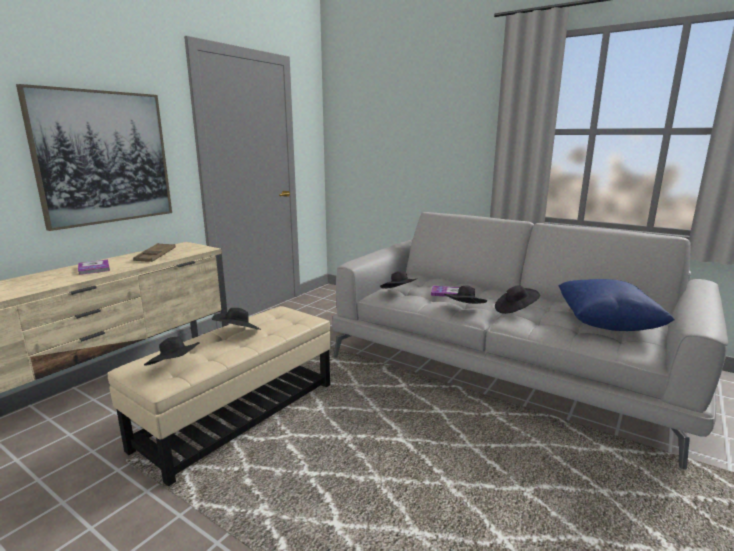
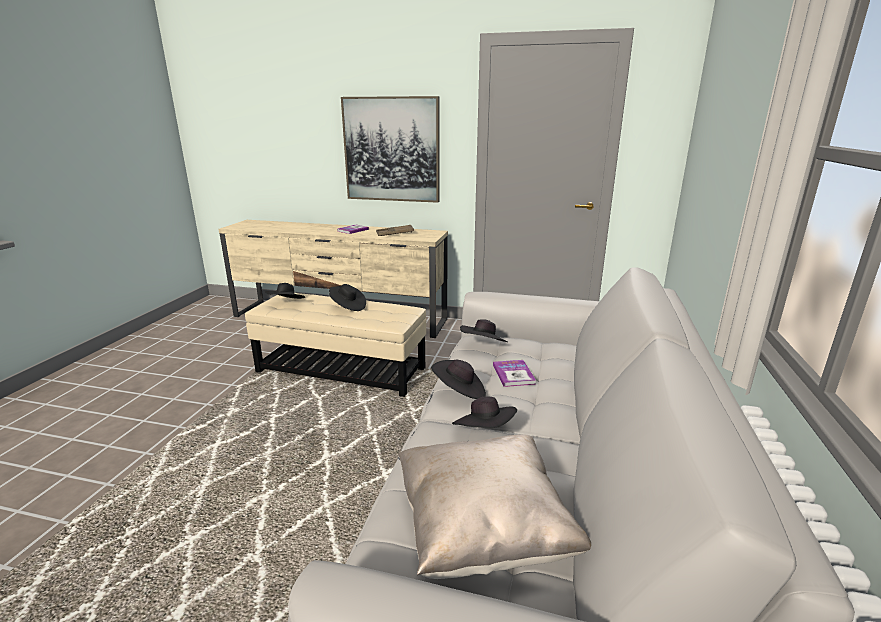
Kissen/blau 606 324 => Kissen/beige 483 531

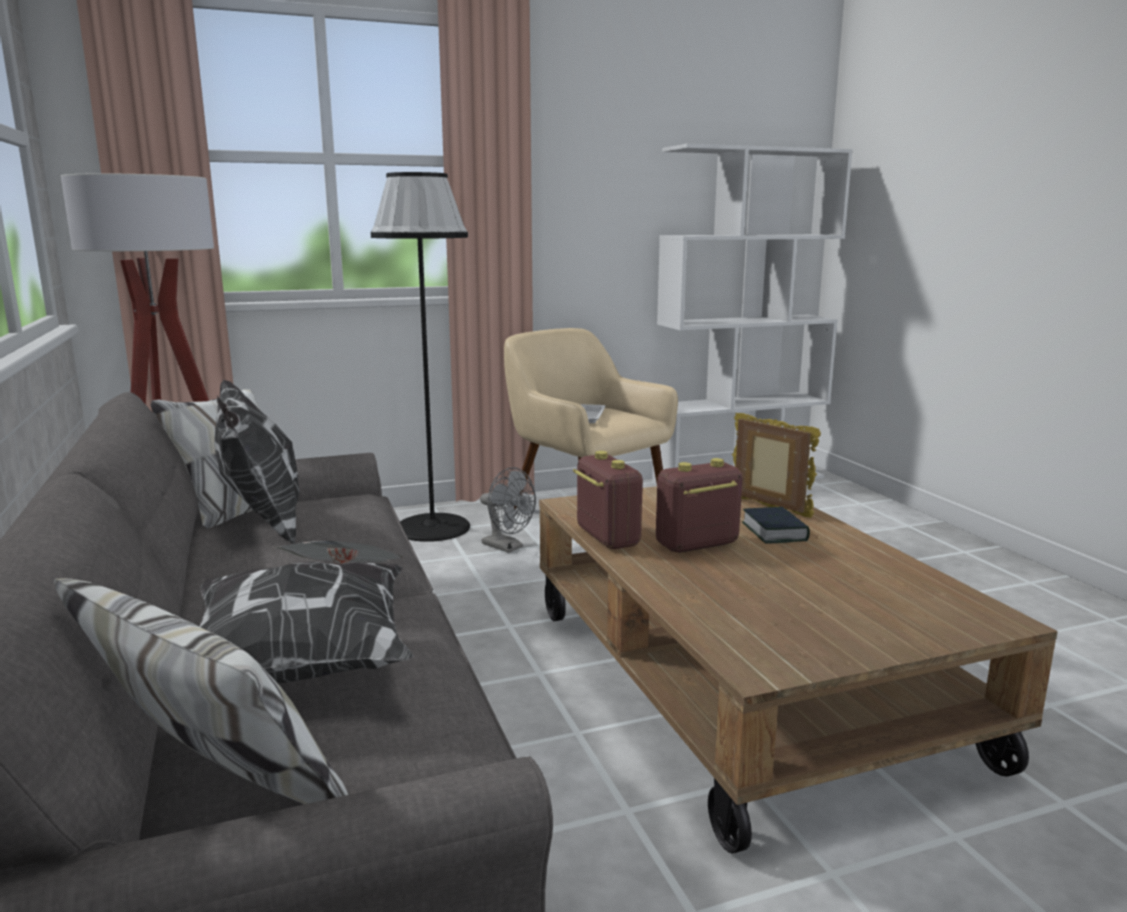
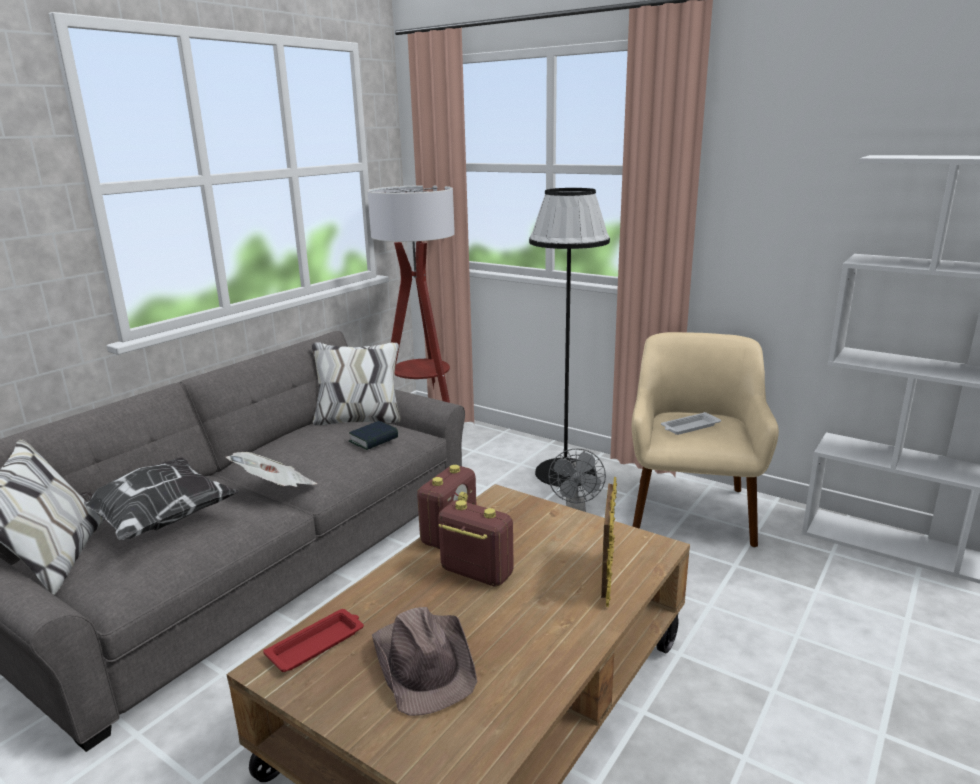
Kissen 263 525 => nothing
Buch 774 532 => Buch 374 440, move
nothing => Tablett/rot 317 644
nothing => Hut/braun 425 662

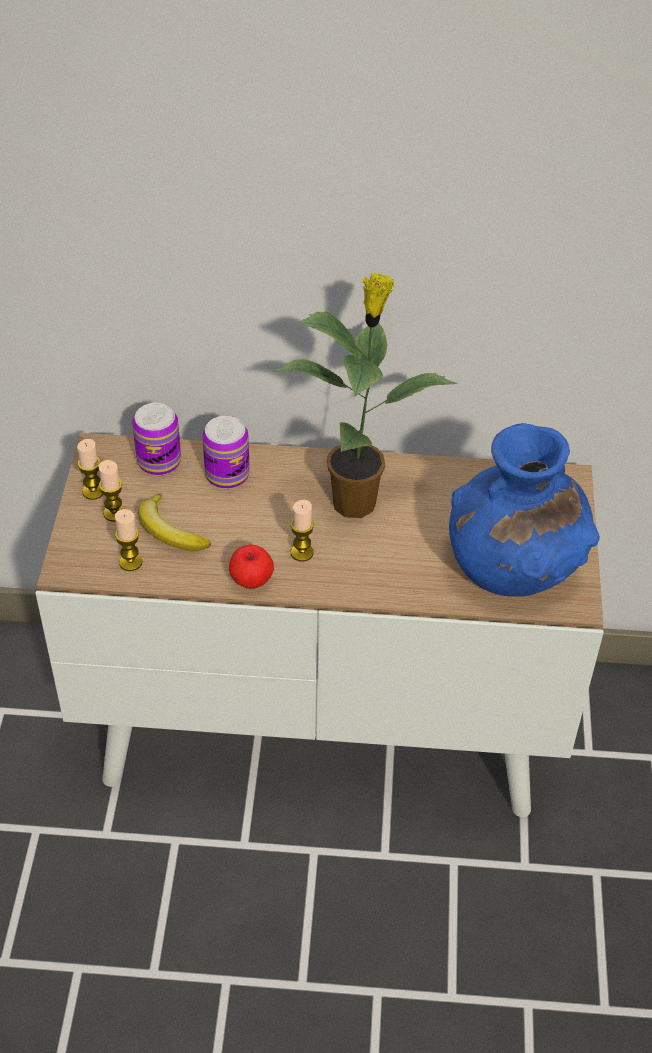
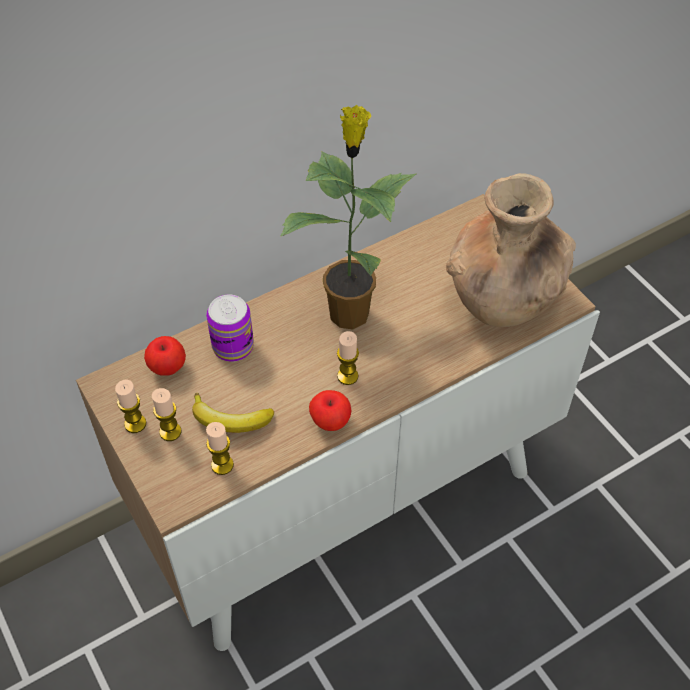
Dose 159 462 => Apfel 167 367
Vase/blau 513 567 => Vase/braun 502 299

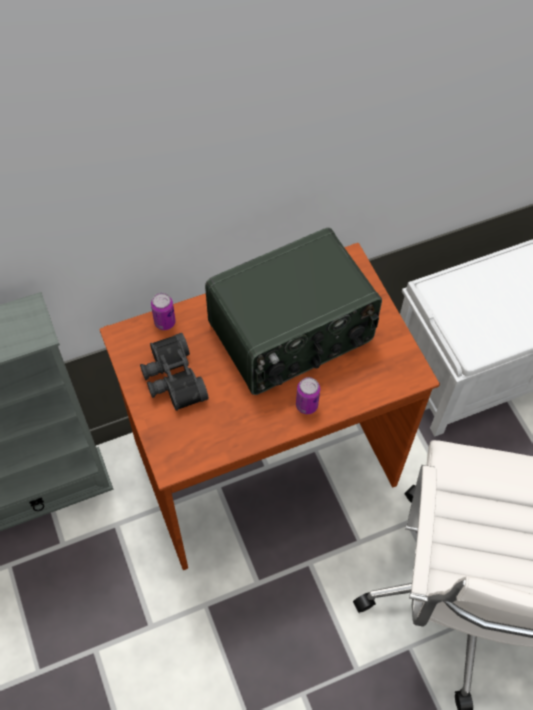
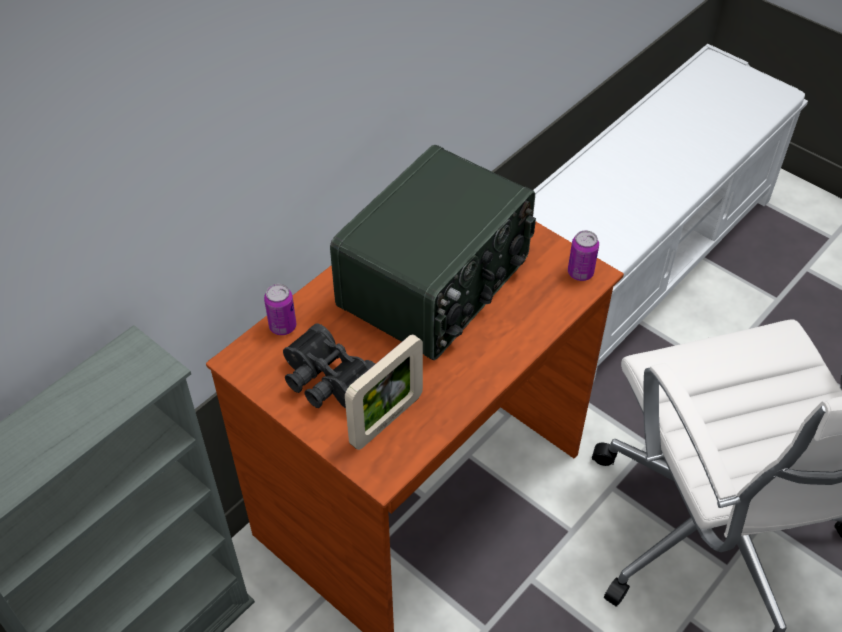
Dose 306 405 => Dose 580 273, move
nothing => Bilderrahmen 386 420

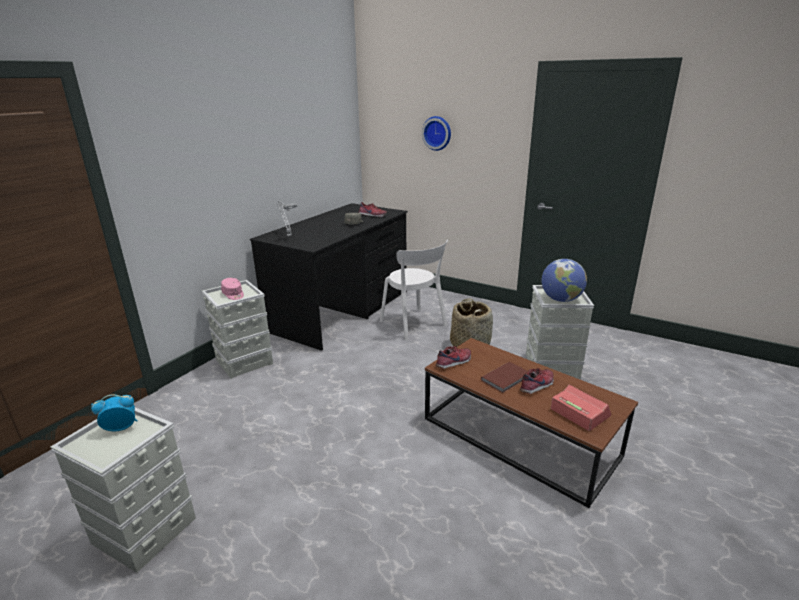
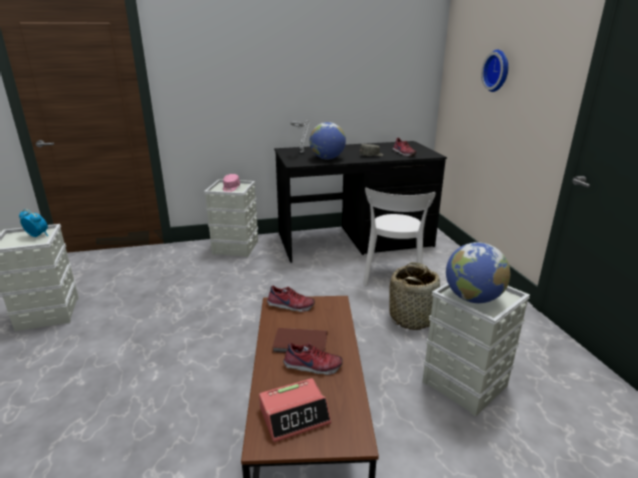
Wecker 579 412 => Wecker 294 415, 60 degrees clockwise
nothing => Globus 327 158

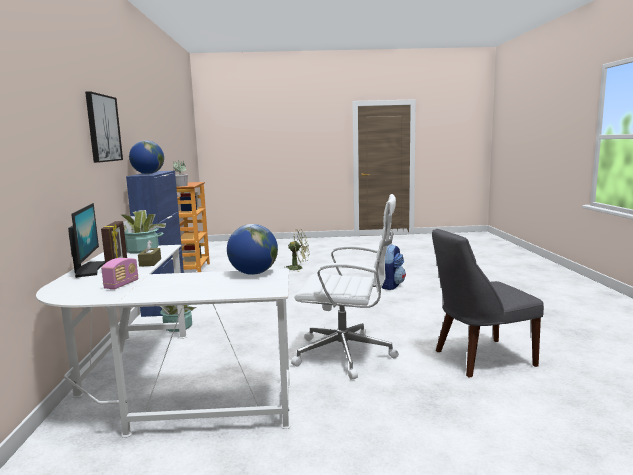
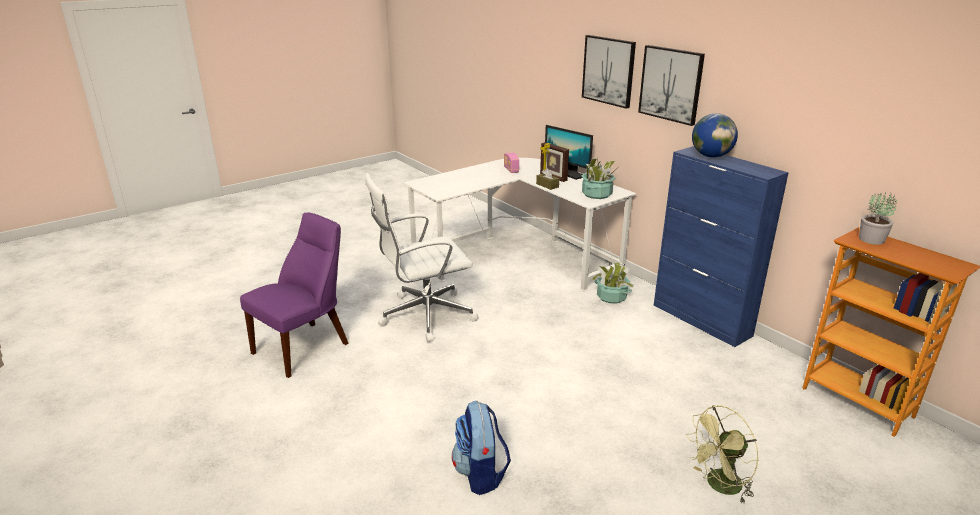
Globus 253 273 => nothing
Stuhl/grau 479 358 => Stuhl/lila 305 347
nothing => Bild 608 70

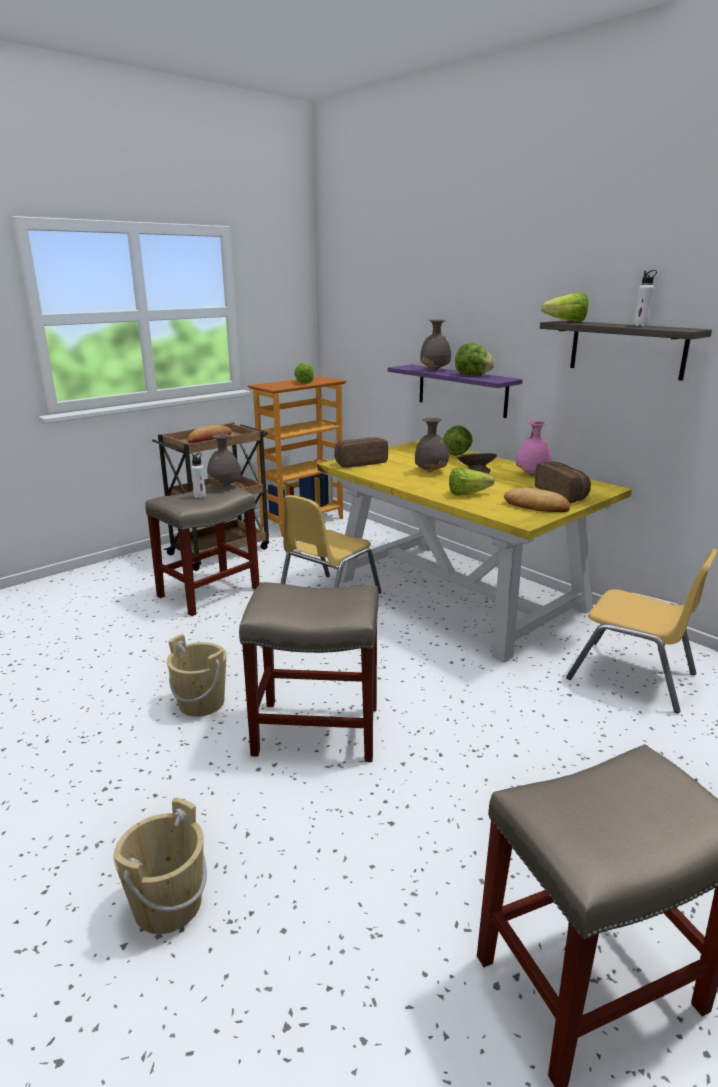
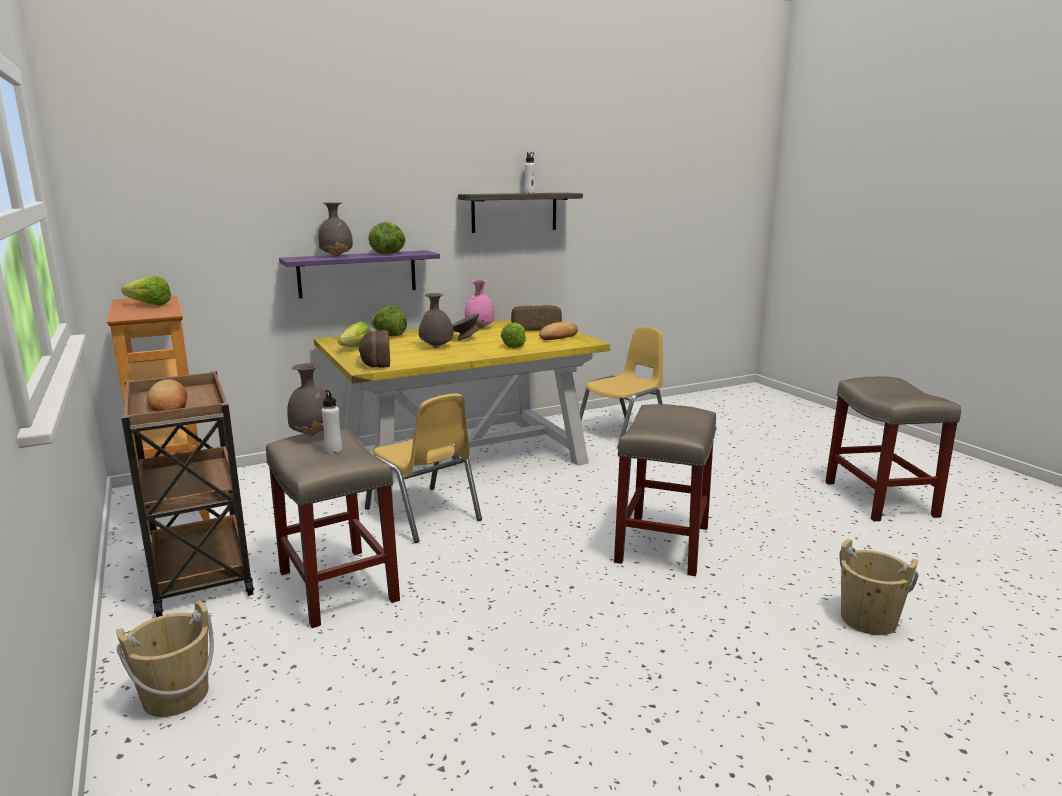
Eimer/beige 201 703 => Eimer/beige 176 696, move
Salatkopf 562 322 => Salatkopf 352 349, move

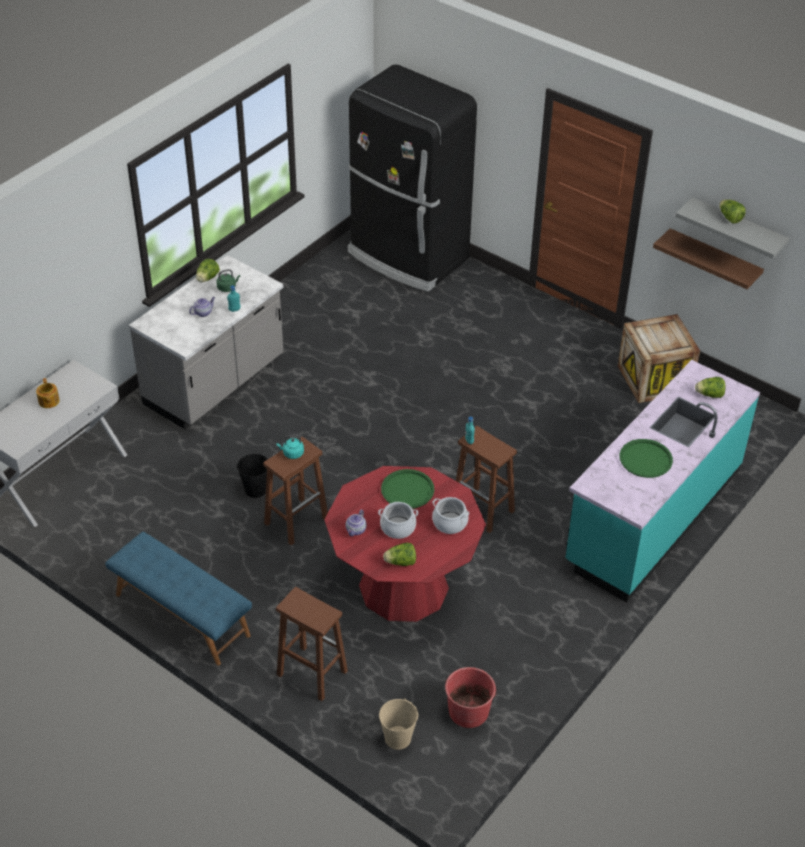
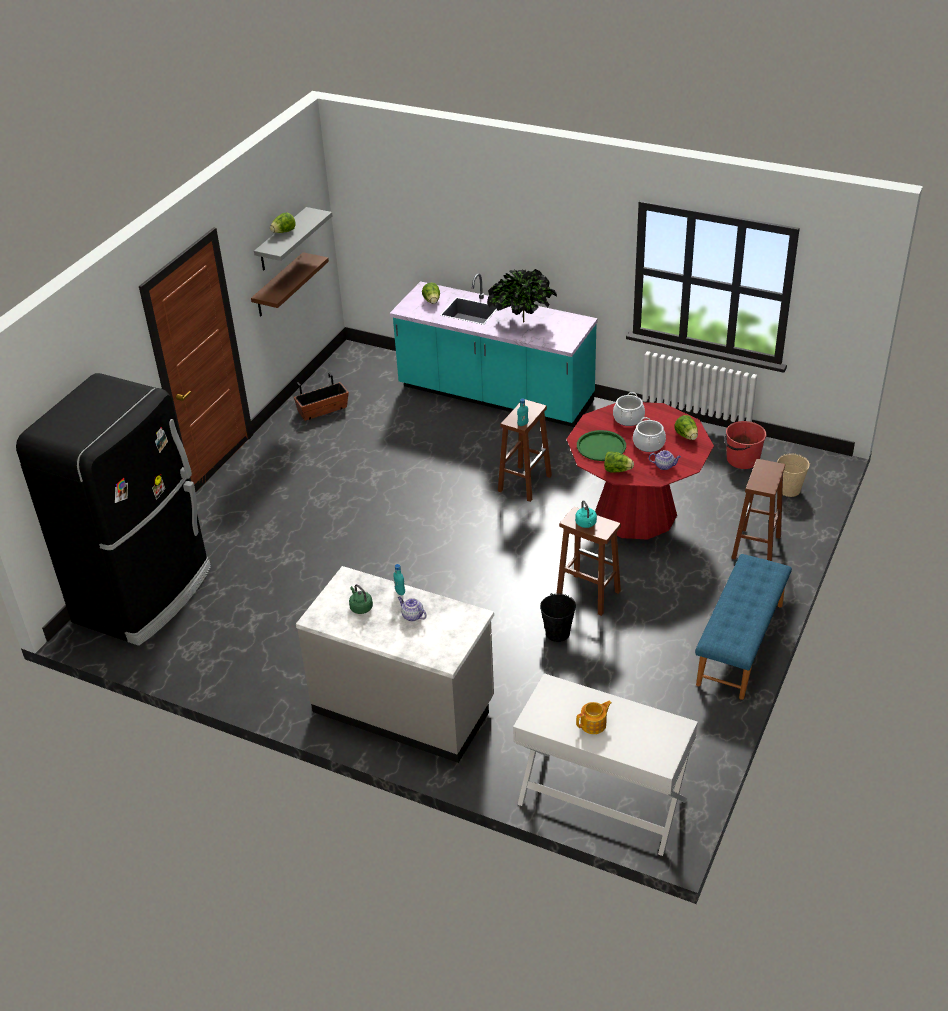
Salatkopf 207 278 => Salatkopf 617 470, move
Kiste 654 379 => Pflanzkübel 323 410
Tablett/grün 645 459 => Topfpflanze 522 322

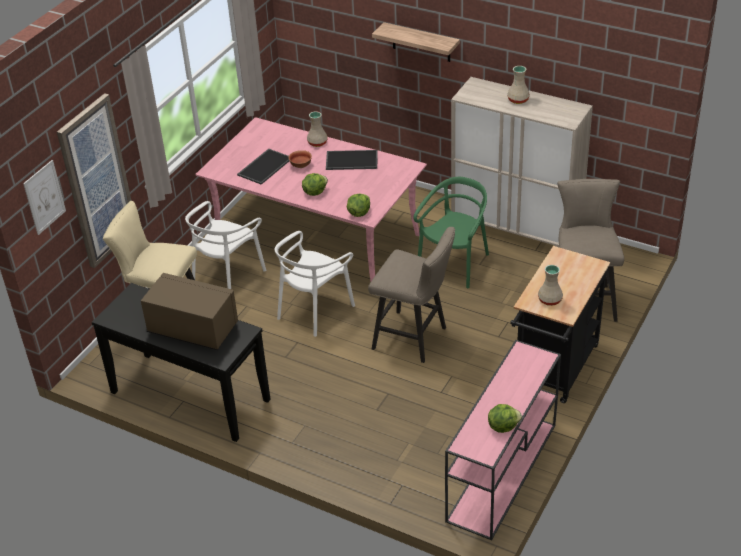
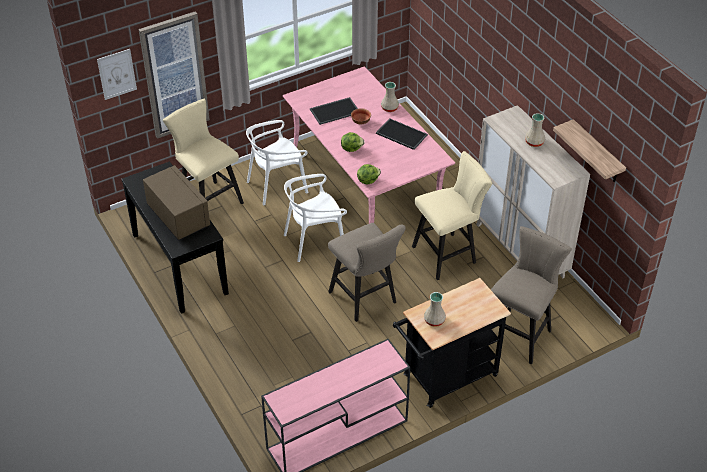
Wandregal 421 42 => Wandregal 597 153, move
Stuhl/grün 454 264 => Hocker/beige 448 254
Salatkopf 503 426 => nothing

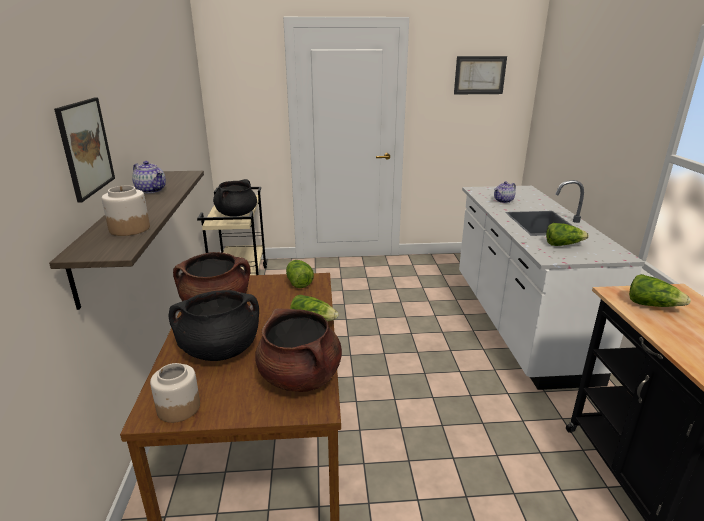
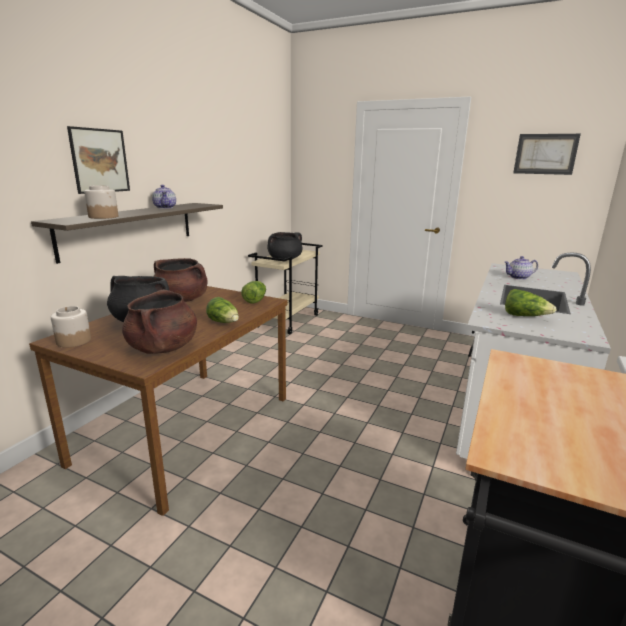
Salatkopf 652 305 => nothing

